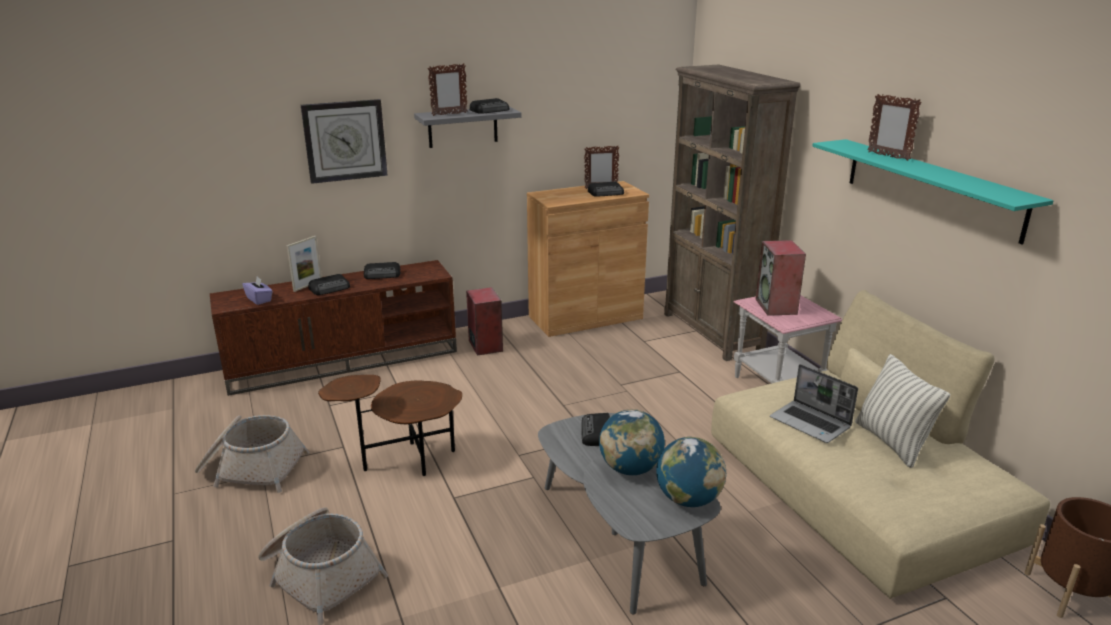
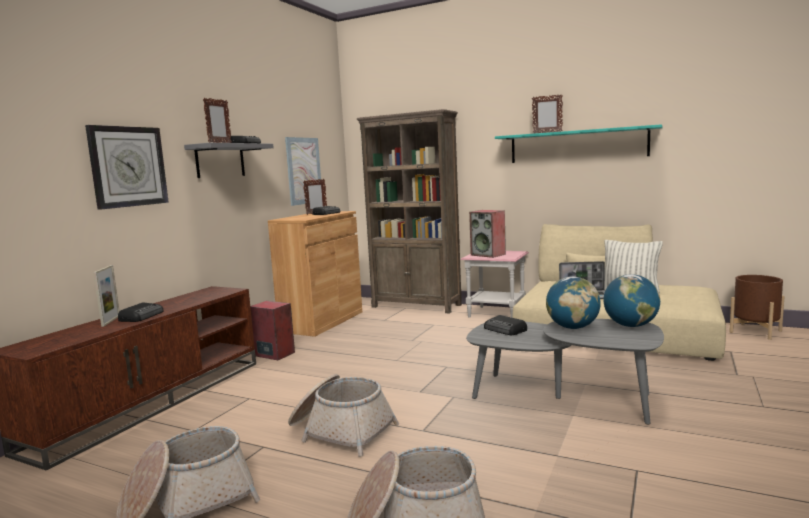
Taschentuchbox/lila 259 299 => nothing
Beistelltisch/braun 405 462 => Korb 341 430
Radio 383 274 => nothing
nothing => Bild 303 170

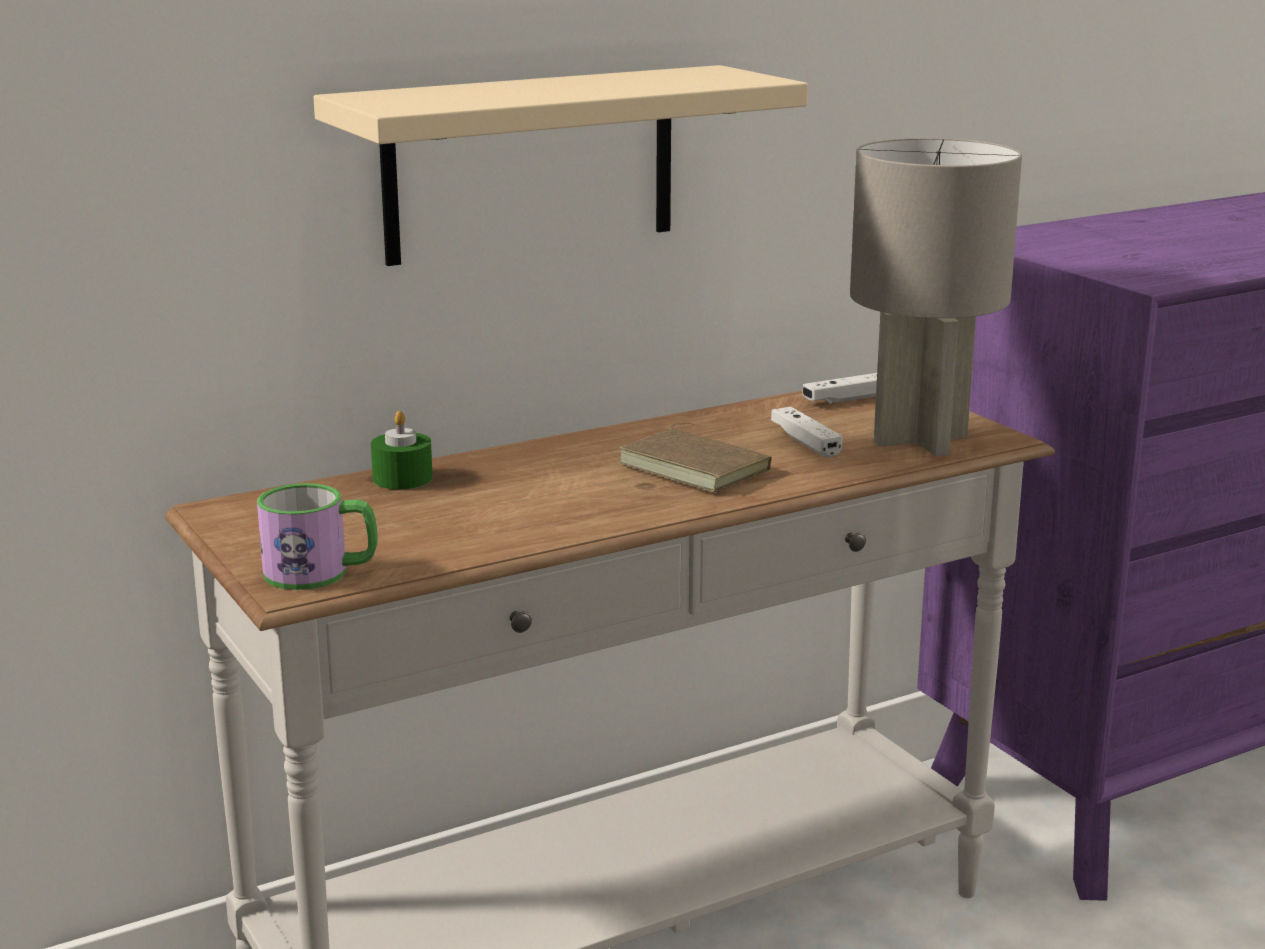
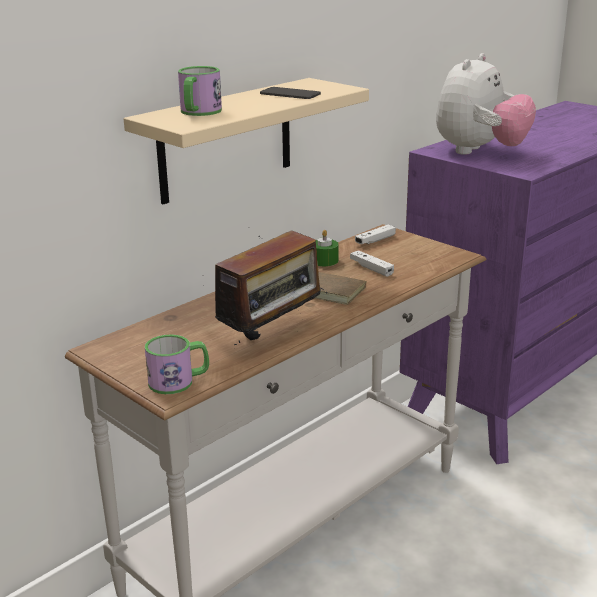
Kerze/grün 402 478 => Kerze/grün 324 260, move
Tischlampe/grau 918 439 => nothing
nothing => Henkelbecher 198 112
nothing => Radio 272 336
nothing => Handy 290 94
nothing => Plüschtier 480 152

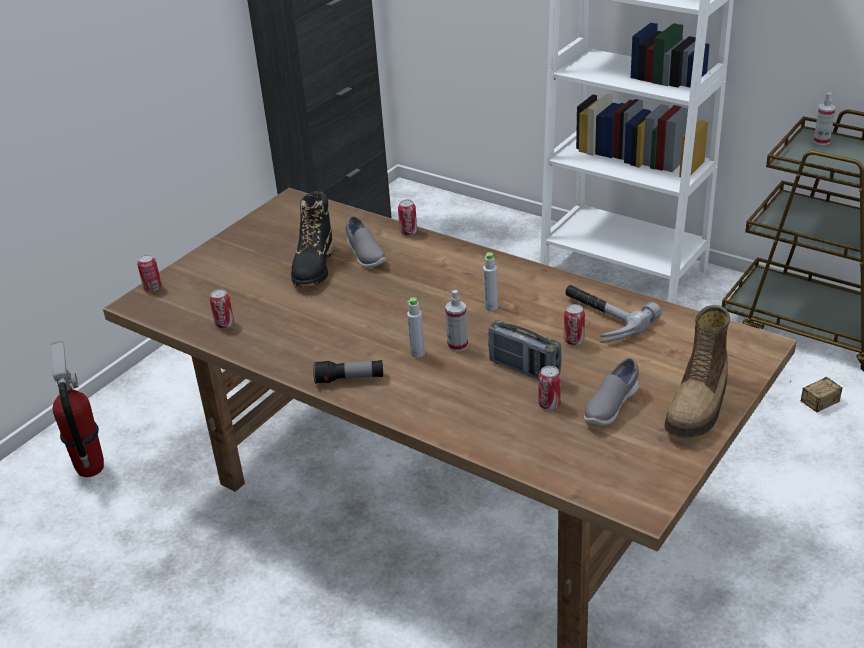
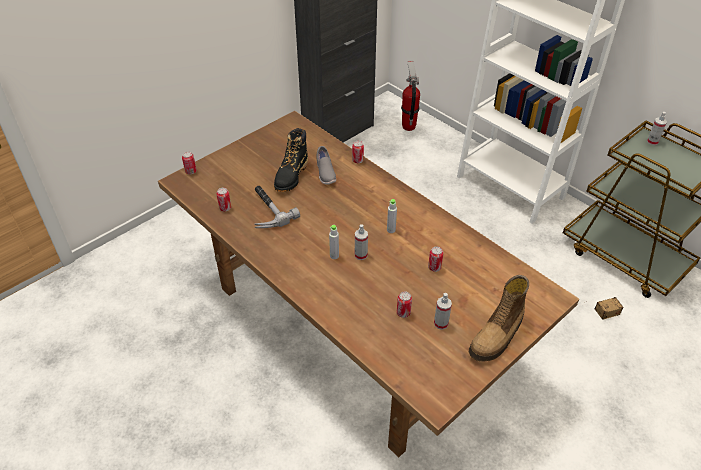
Feuerlöscher 90 467 => Feuerlöscher 408 126, move
Taschenlampe 349 379 => nothing
Radio 524 370 => nothing
Hammer 600 318 => Hammer 267 210, move
Schuh/grau 610 407 => Sprühflasche 441 323

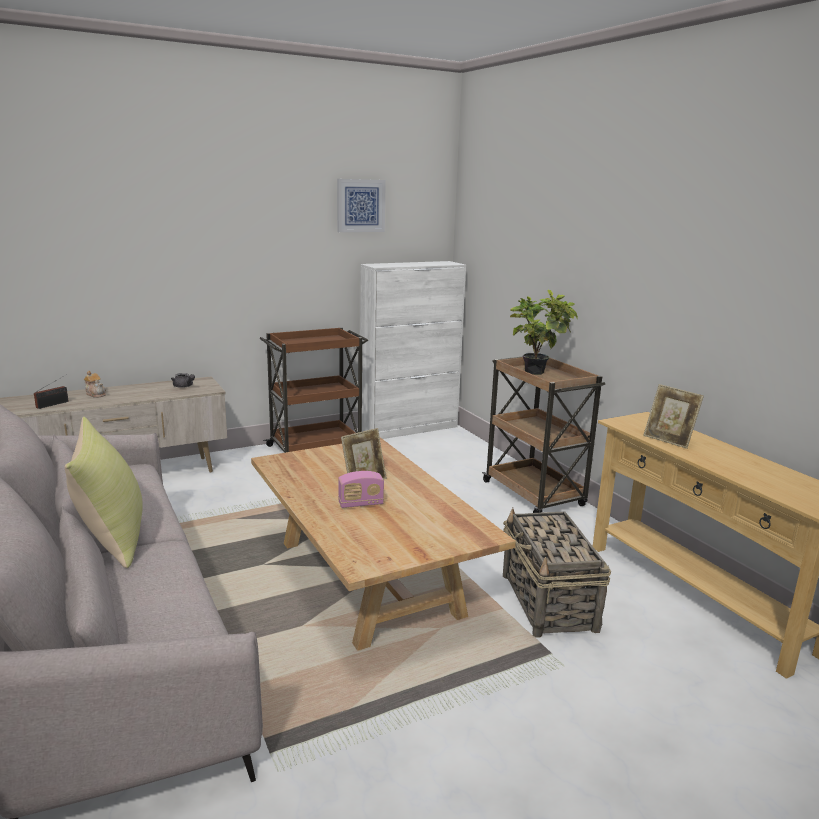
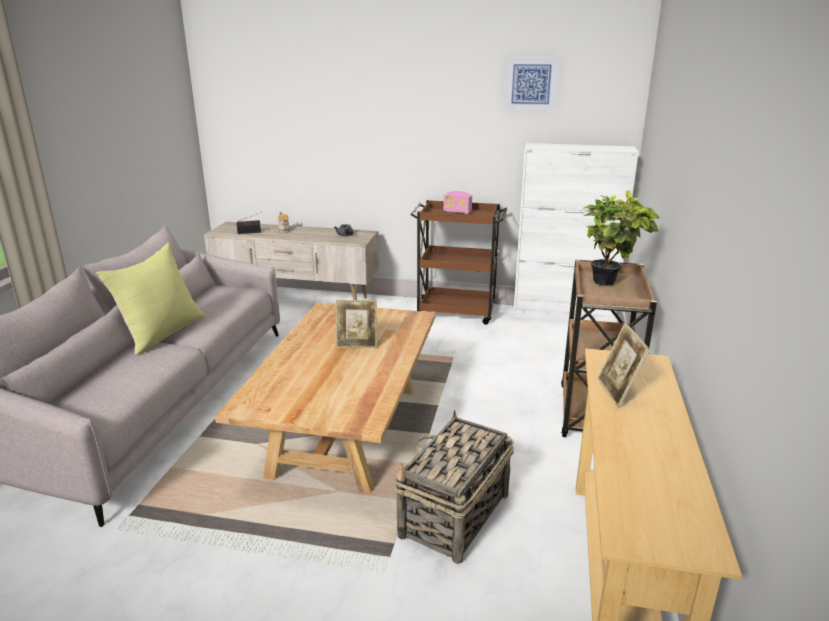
Radio 361 504 => Radio 457 212, move

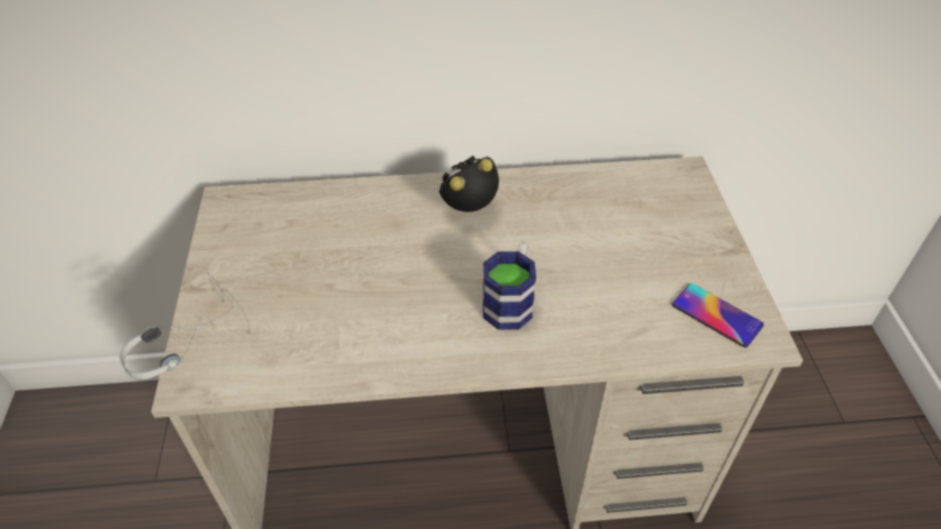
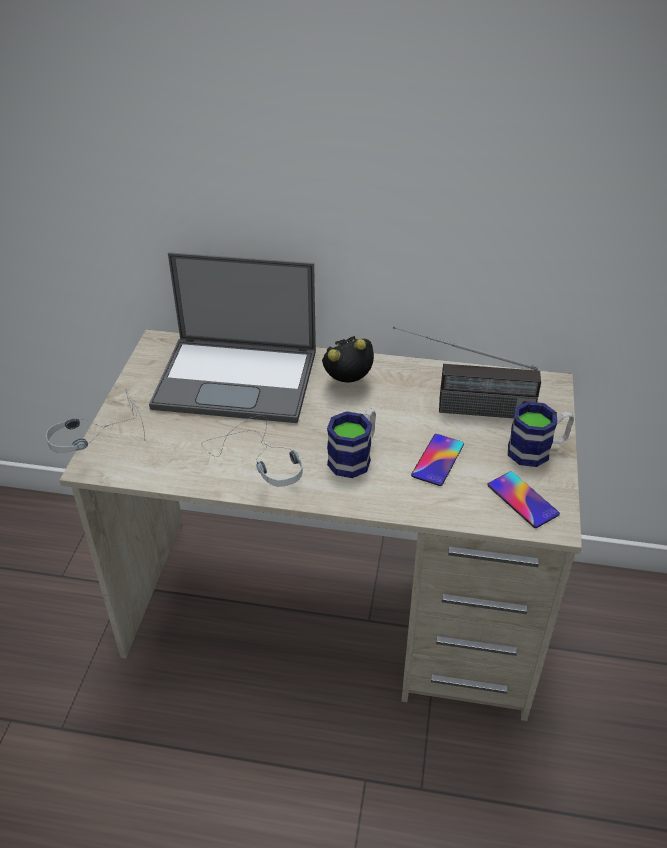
nothing => Laptop 238 379
nothing => Kopfhörer 256 479
nothing => Radio 460 408
nothing => Handy 438 460
nothing => Henkelbecher 537 450

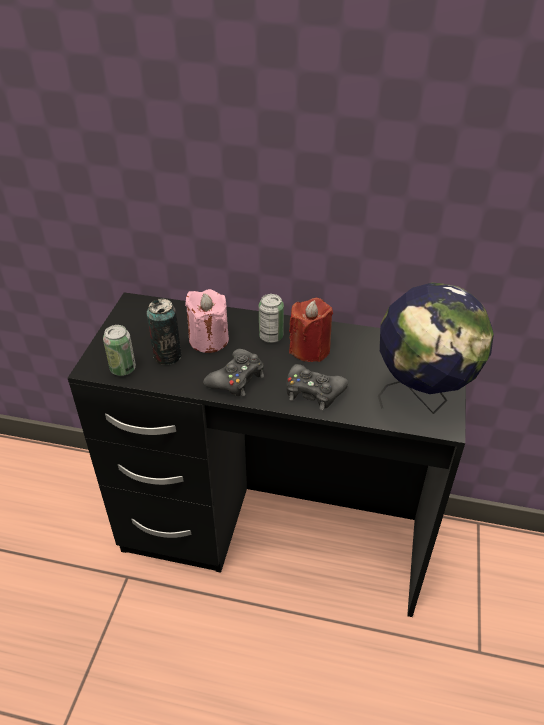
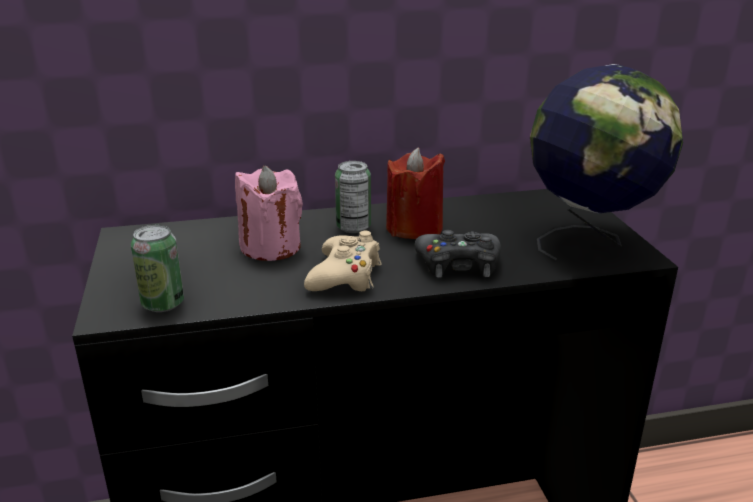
Dose 167 356 => nothing
Gamepad/schwarz 236 379 => Gamepad/beige 345 275

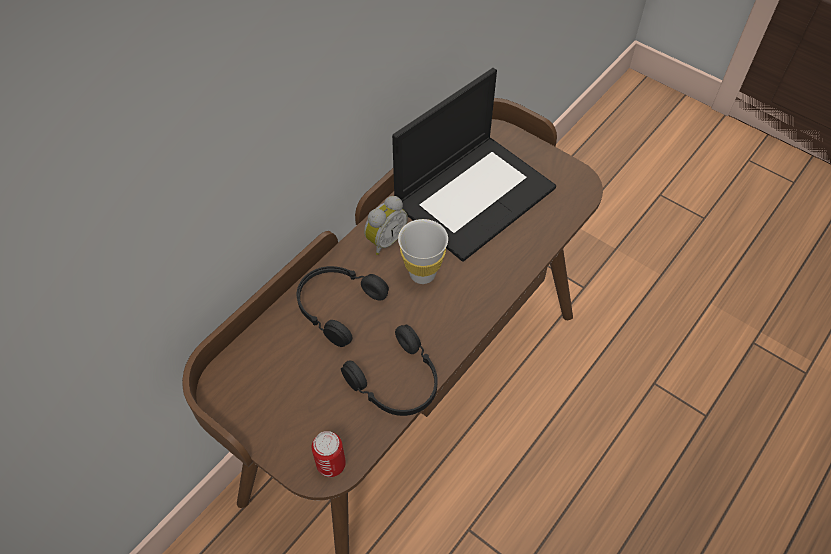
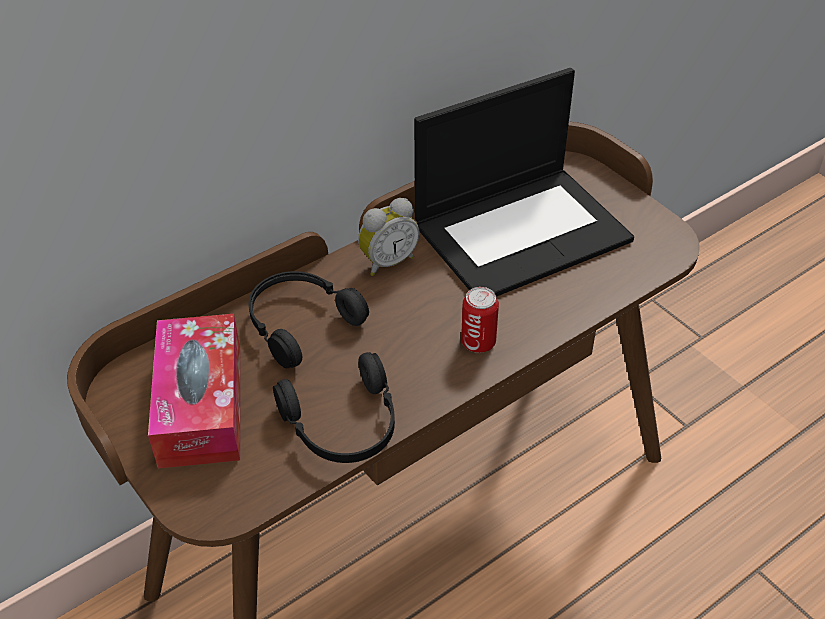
Dose 331 464 => Dose 478 342, move
Tasse/weiß 422 274 => nothing
nothing => Taschentuchbox 201 404

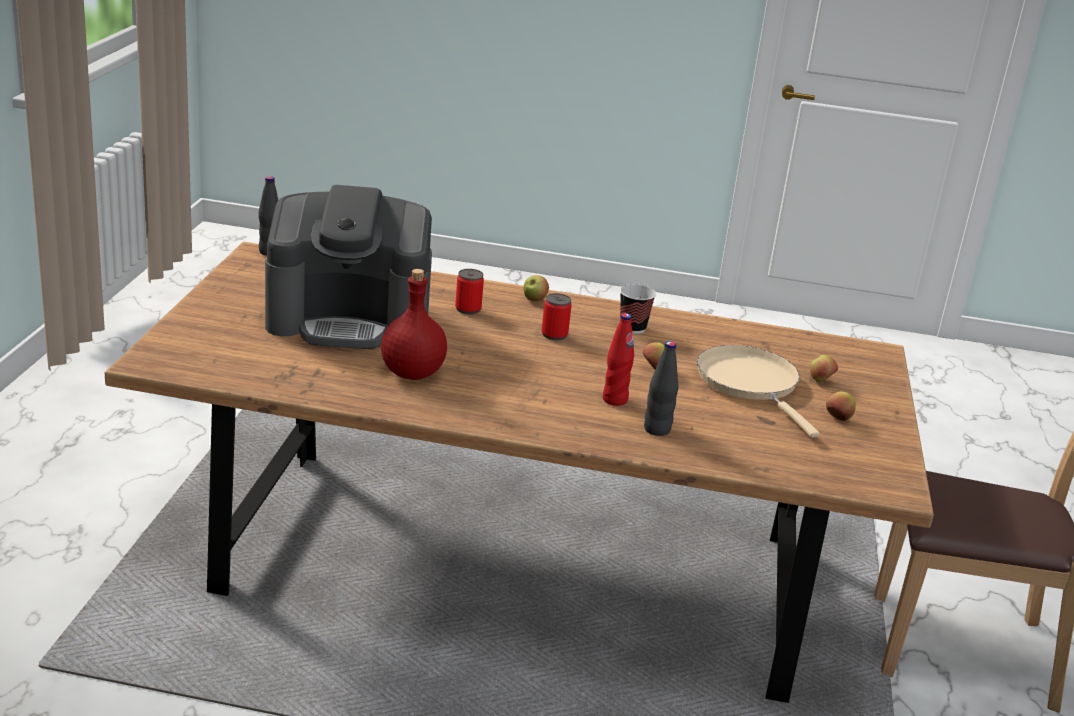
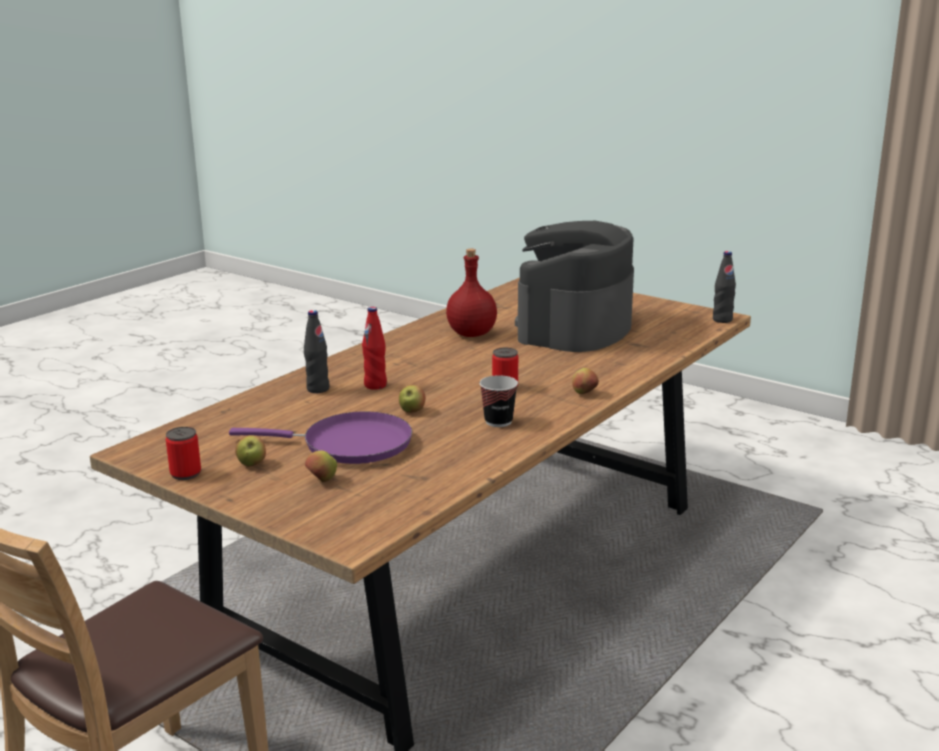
Dose 468 309 => Dose 185 474, move
Pfanne/beige 751 384 => Pfanne/lila 349 444

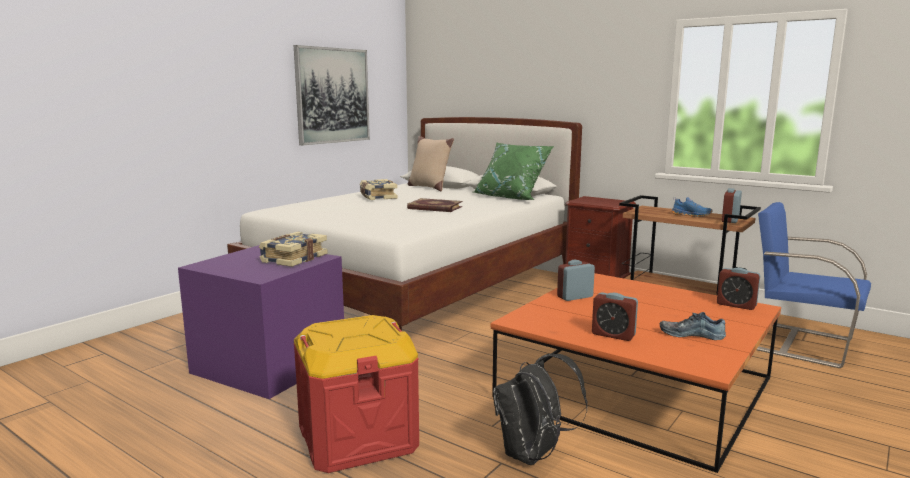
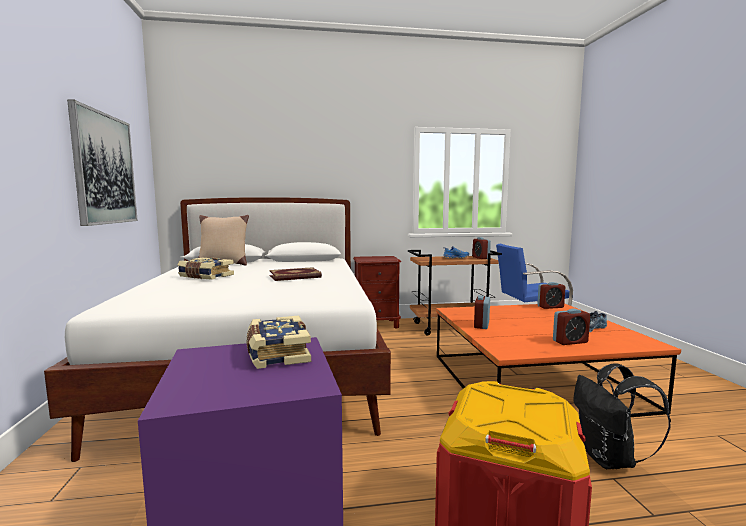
Kissen/grün 511 197 => nothing

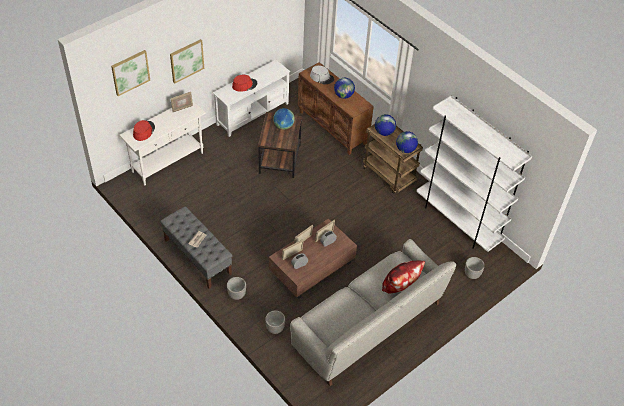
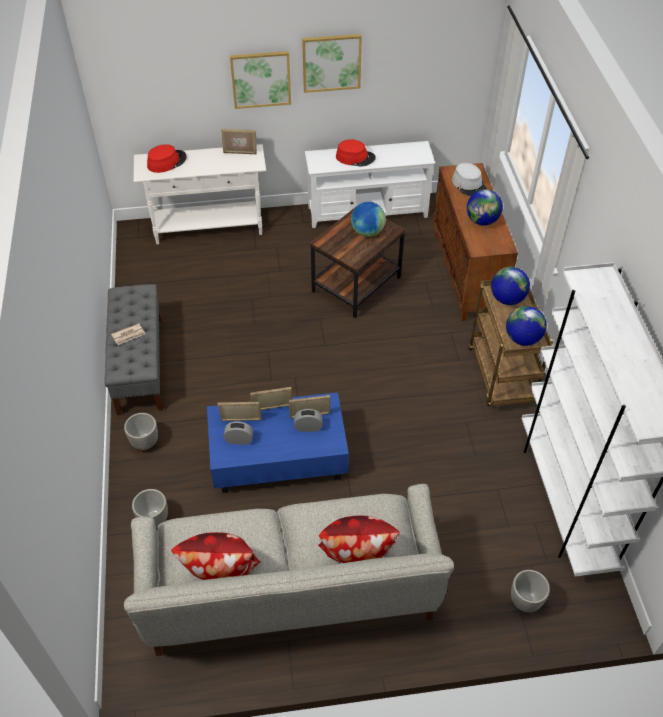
Bild 130 72 => Bild 331 62, move
Couchtisch/braun 311 268 => Couchtisch/blau 277 457
nothing => Kissen 221 571

